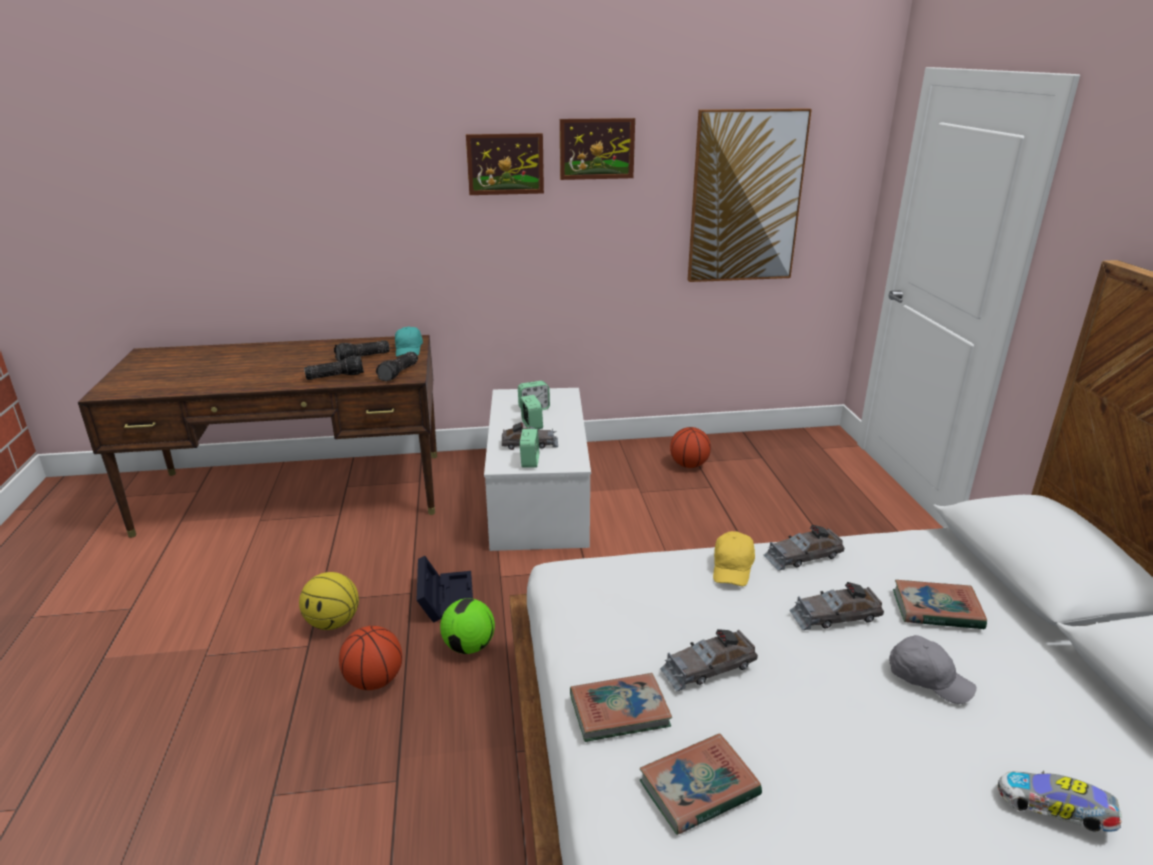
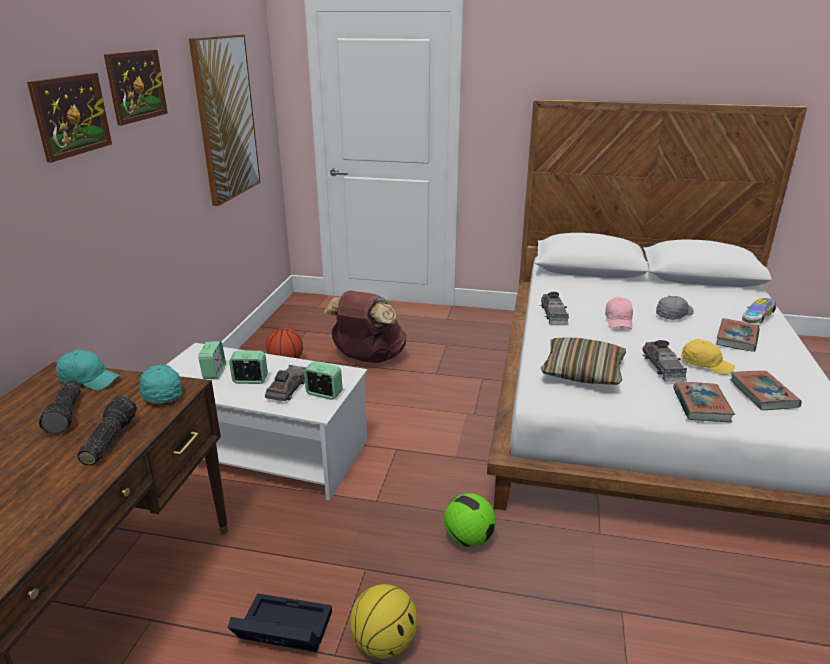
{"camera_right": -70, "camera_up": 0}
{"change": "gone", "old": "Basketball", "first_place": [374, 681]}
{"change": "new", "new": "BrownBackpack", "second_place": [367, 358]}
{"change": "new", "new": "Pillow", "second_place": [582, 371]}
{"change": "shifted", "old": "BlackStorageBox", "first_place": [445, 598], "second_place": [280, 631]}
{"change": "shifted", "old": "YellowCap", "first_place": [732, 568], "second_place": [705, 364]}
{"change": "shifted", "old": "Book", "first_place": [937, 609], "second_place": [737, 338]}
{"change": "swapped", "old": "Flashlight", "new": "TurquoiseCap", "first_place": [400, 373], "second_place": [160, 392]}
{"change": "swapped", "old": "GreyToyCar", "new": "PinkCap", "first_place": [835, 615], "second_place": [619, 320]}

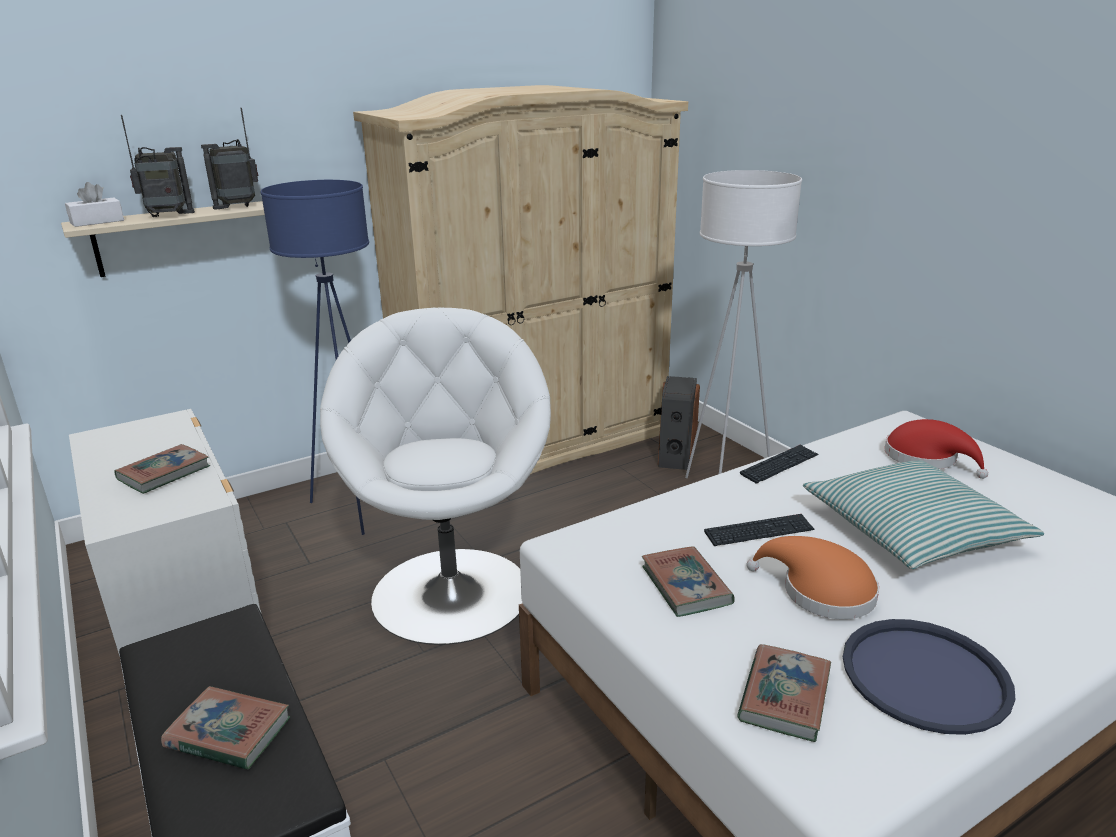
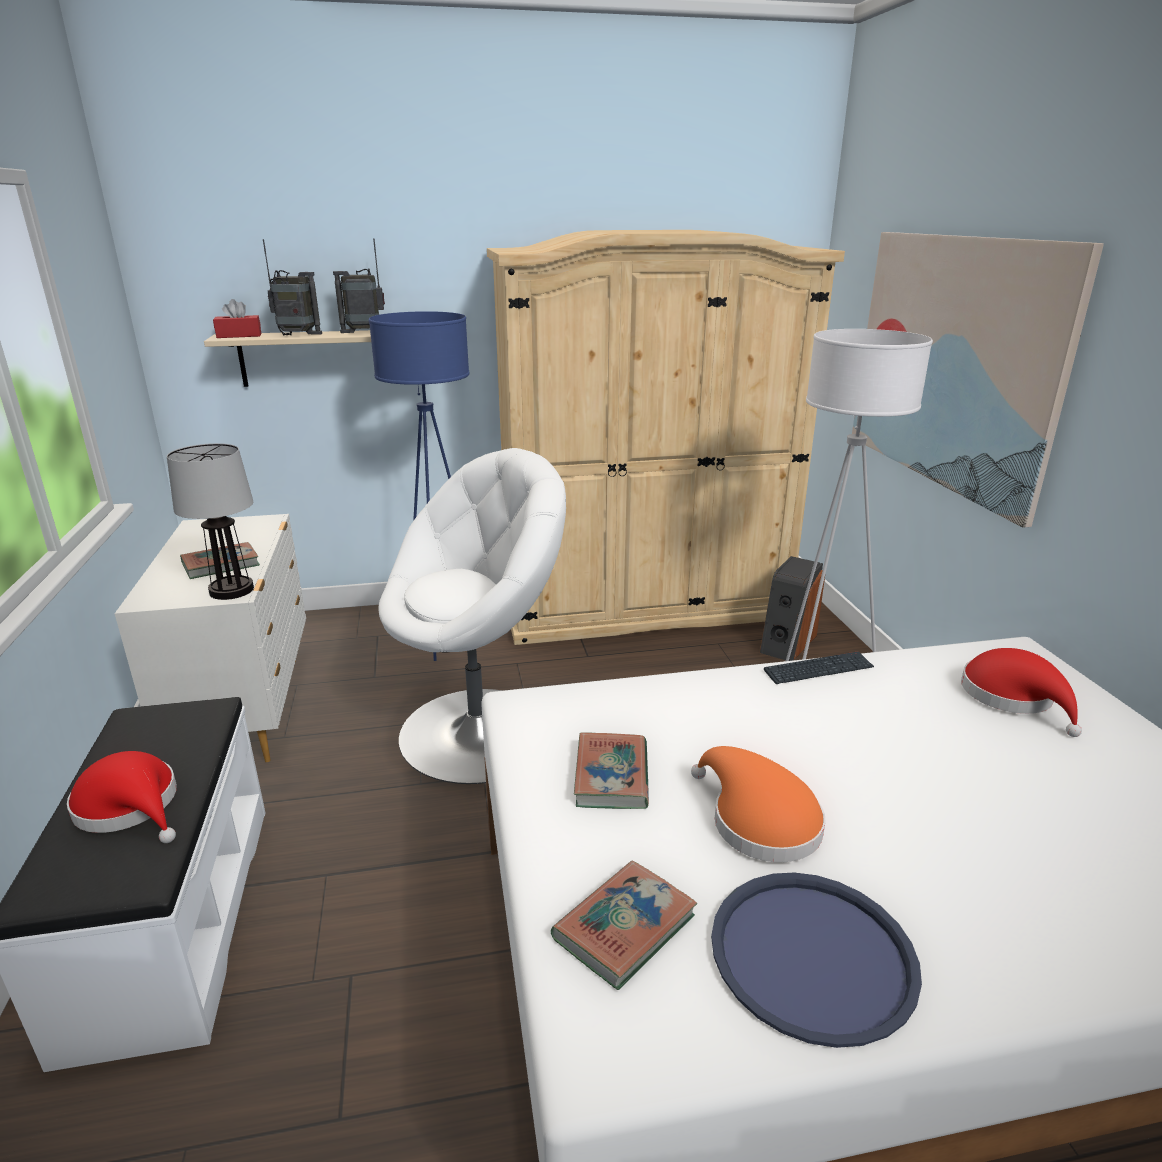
{"camera_right": 20, "camera_up": 0}
{"change": "gone", "old": "Keyboard", "first_place": [759, 532]}
{"change": "gone", "old": "Pillow", "first_place": [912, 530]}
{"change": "new", "new": "TableLamp", "second_place": [231, 590]}
{"change": "new", "new": "Picture", "second_place": [953, 363]}
{"change": "swapped", "old": "Book", "new": "RedHat", "first_place": [228, 733], "second_place": [131, 806]}
{"change": "repainted", "old": "WhiteTissueBox", "new": "RedTissueBox", "first_place": [97, 222], "second_place": [239, 335]}
{"change": "rotated", "old": "WhiteArmchair", "first_place": [452, 591], "second_place": [480, 732], "degrees": 45}

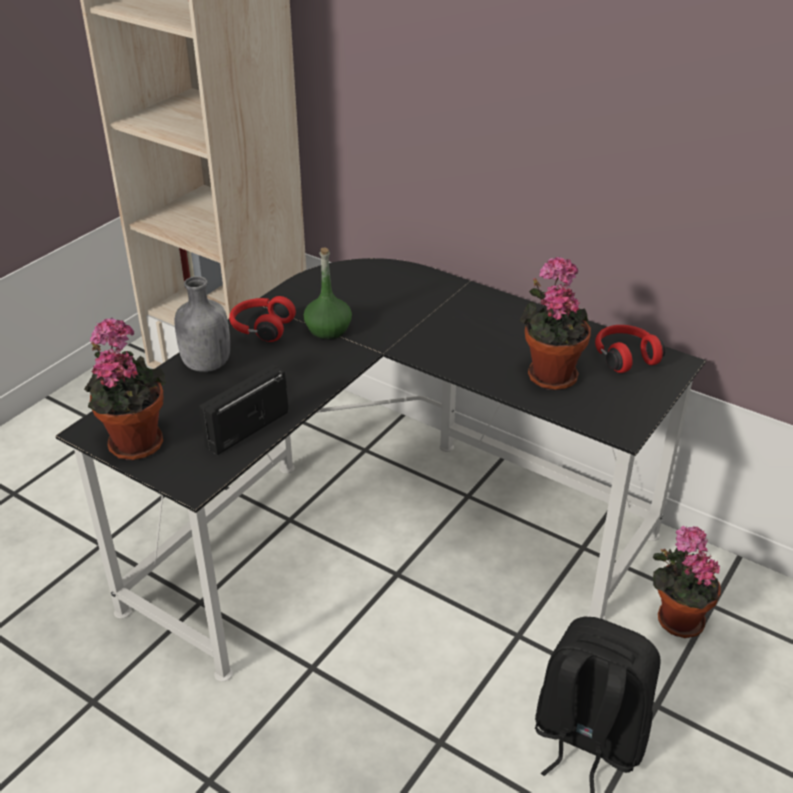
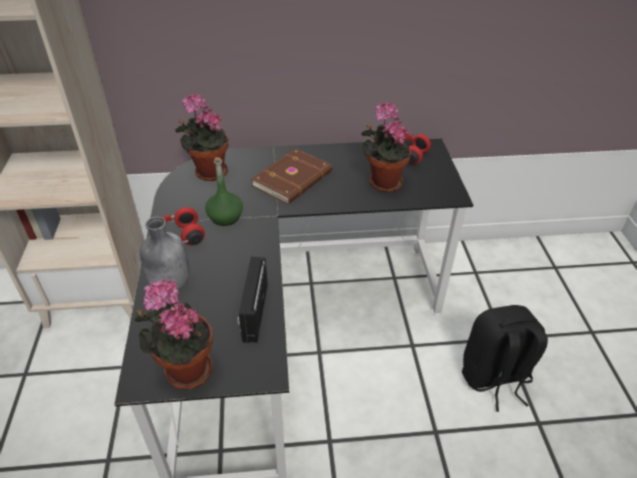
{"camera_right": -40, "camera_up": 5}
{"change": "new", "new": "BrownBook", "second_place": [294, 179]}
{"change": "shifted", "old": "PottedPlant", "first_place": [676, 619], "second_place": [208, 172]}

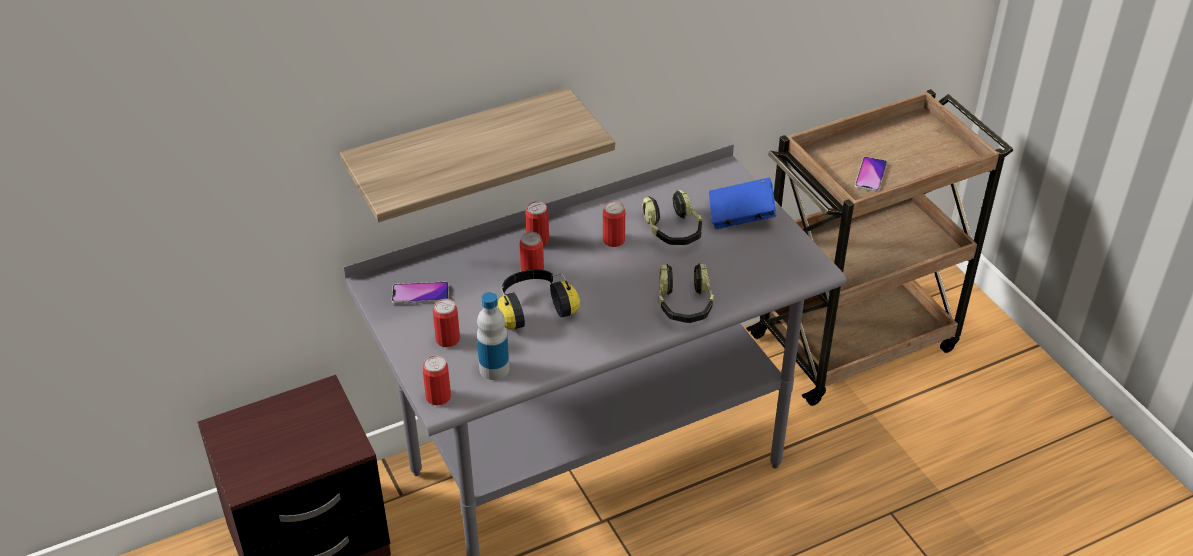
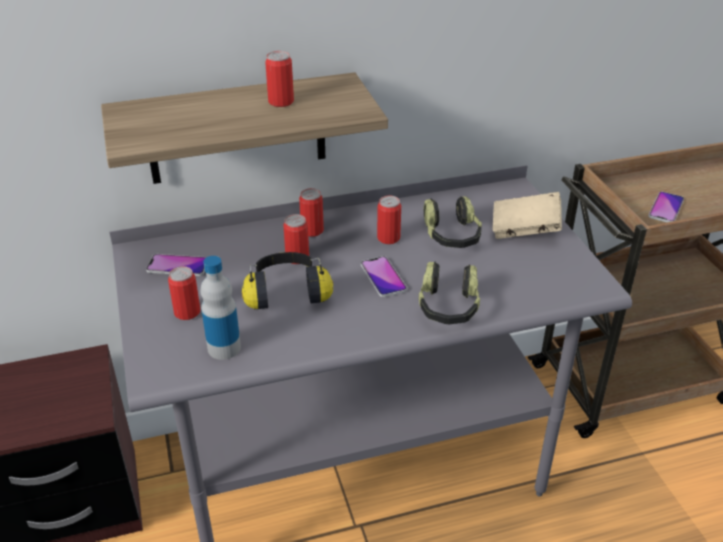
{"camera_right": 10, "camera_up": -5}
{"change": "new", "new": "Phone", "second_place": [383, 277]}
{"change": "shifted", "old": "Can", "first_place": [438, 397], "second_place": [281, 102]}
{"change": "repainted", "old": "BlueBook", "new": "BeigeBook", "first_place": [741, 216], "second_place": [524, 230]}

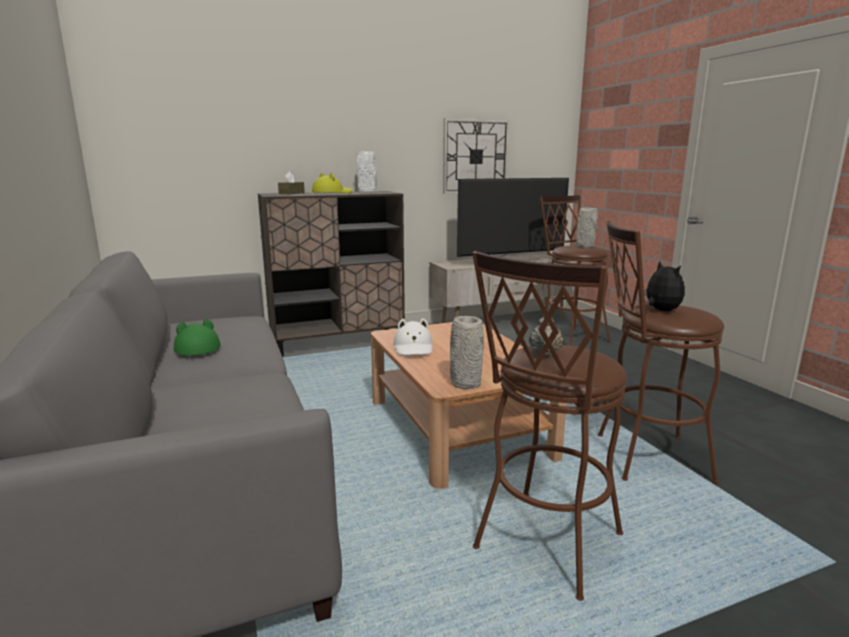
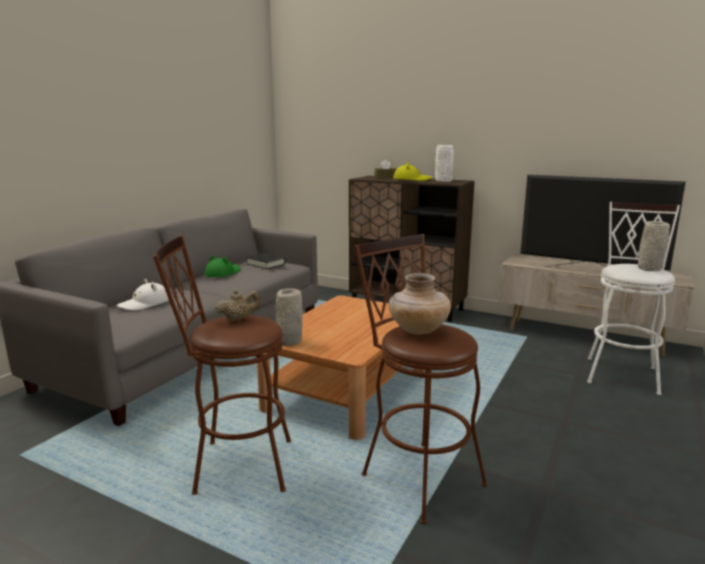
{"camera_right": 50, "camera_up": 0}
{"change": "gone", "old": "WallClock", "first_place": [475, 156]}
{"change": "new", "new": "BlackBook", "second_place": [266, 264]}
{"change": "shifted", "old": "WhiteHat", "first_place": [413, 347], "second_place": [145, 304]}
{"change": "swapped", "old": "PlushToy", "new": "BeigeVase", "first_place": [660, 311], "second_place": [418, 330]}
{"change": "repainted", "old": "BrownStool", "new": "WhiteStool", "first_place": [568, 336], "second_place": [621, 372]}

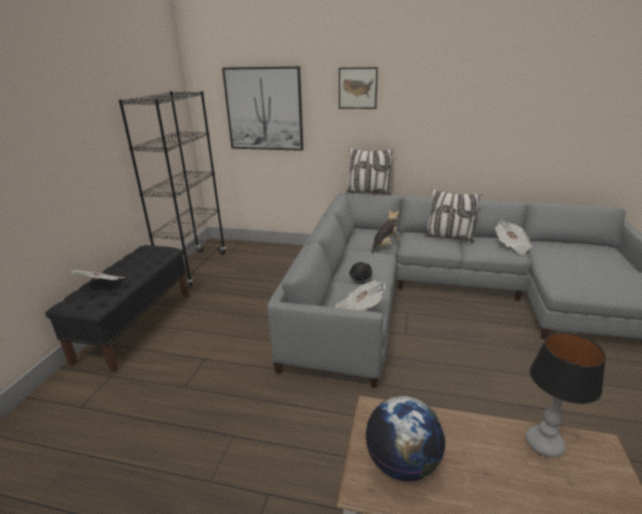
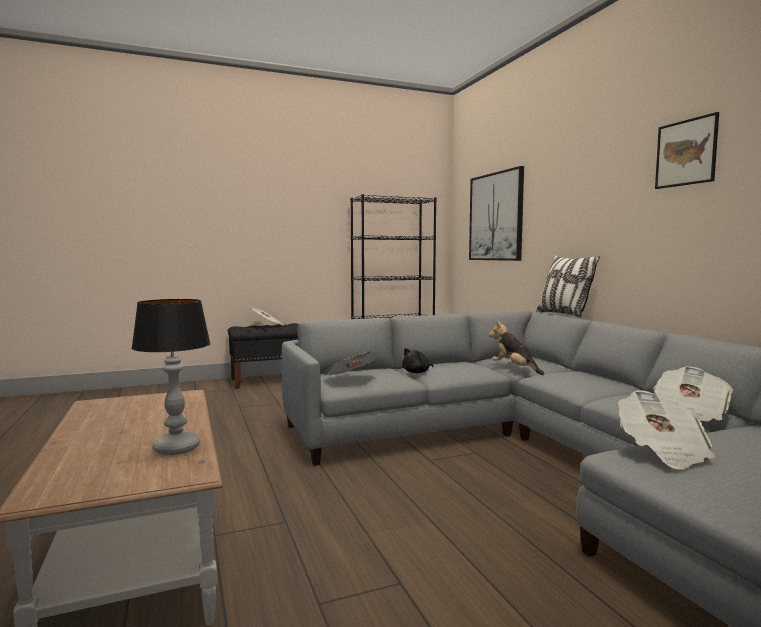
{"camera_right": 55, "camera_up": -20}
{"change": "gone", "old": "Globe", "first_place": [402, 463]}
{"change": "gone", "old": "Pillow", "first_place": [449, 237]}
{"change": "new", "new": "Newspaper", "second_place": [662, 451]}
{"change": "shifted", "old": "Picture", "first_place": [357, 88], "second_place": [686, 153]}
{"change": "rotated", "old": "PlushToy", "first_place": [385, 246], "second_place": [514, 369], "degrees": -135}

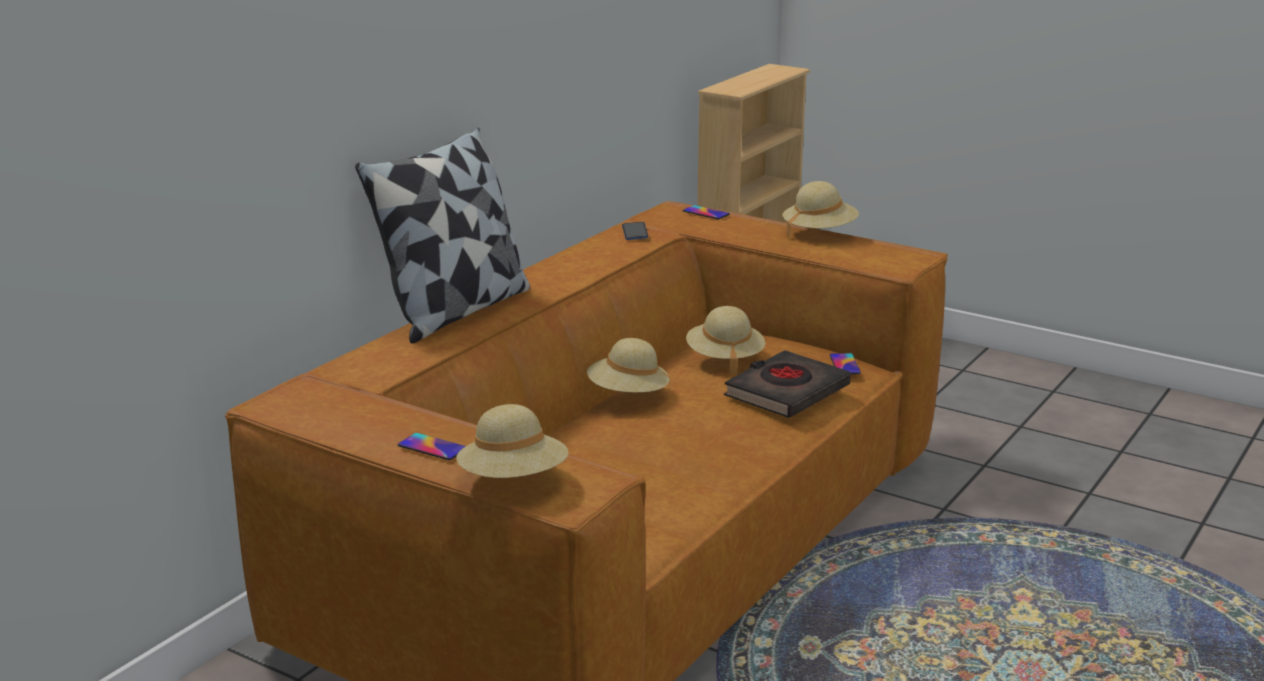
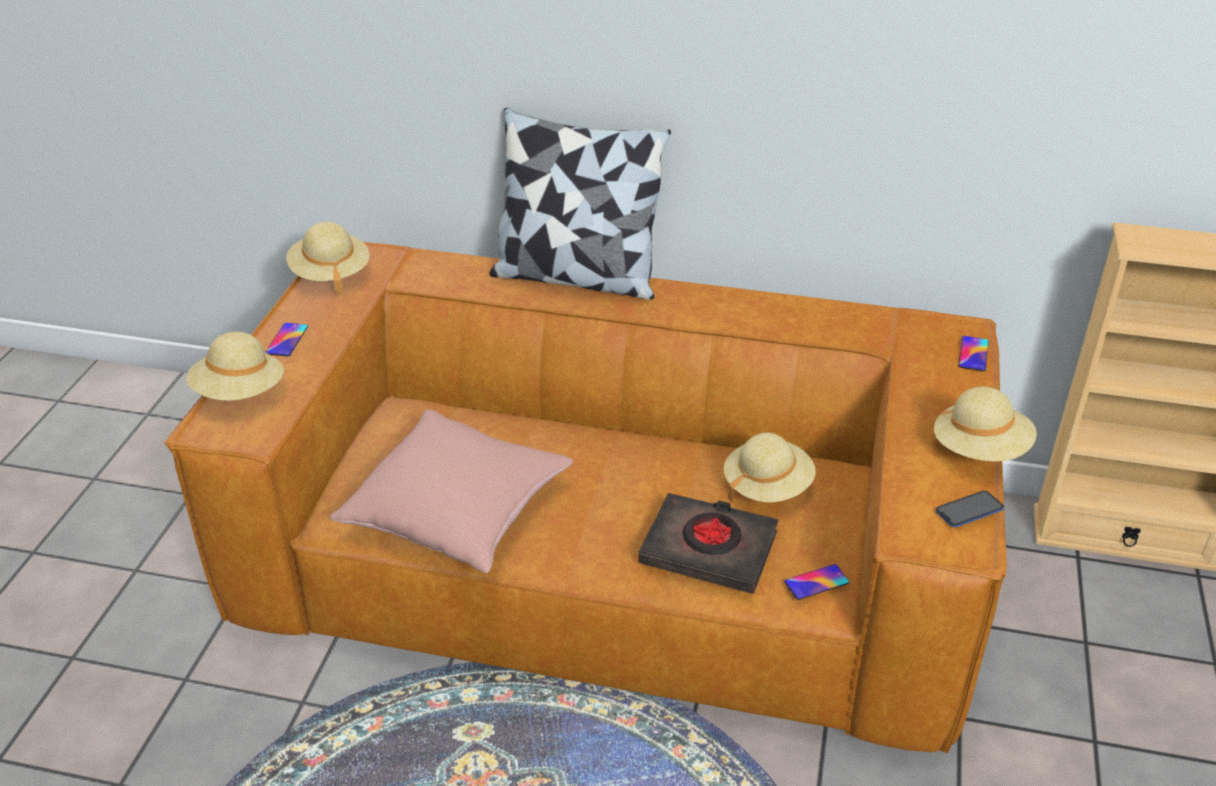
{"camera_right": 70, "camera_up": 15}
{"change": "new", "new": "PinkPillow", "second_place": [457, 511]}
{"change": "shifted", "old": "BeigeHat", "first_place": [628, 394], "second_place": [330, 274]}
{"change": "shifted", "old": "Phone", "first_place": [635, 232], "second_place": [969, 510]}

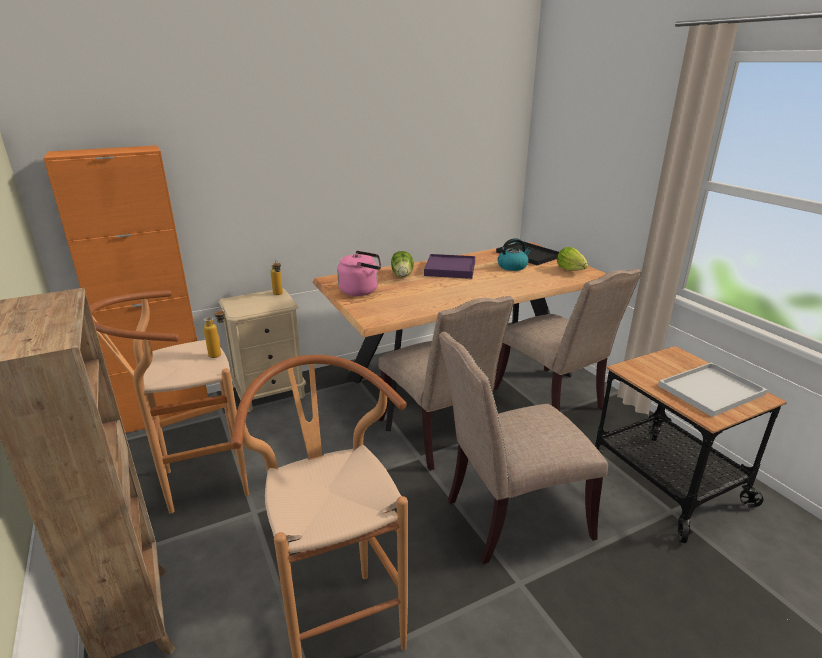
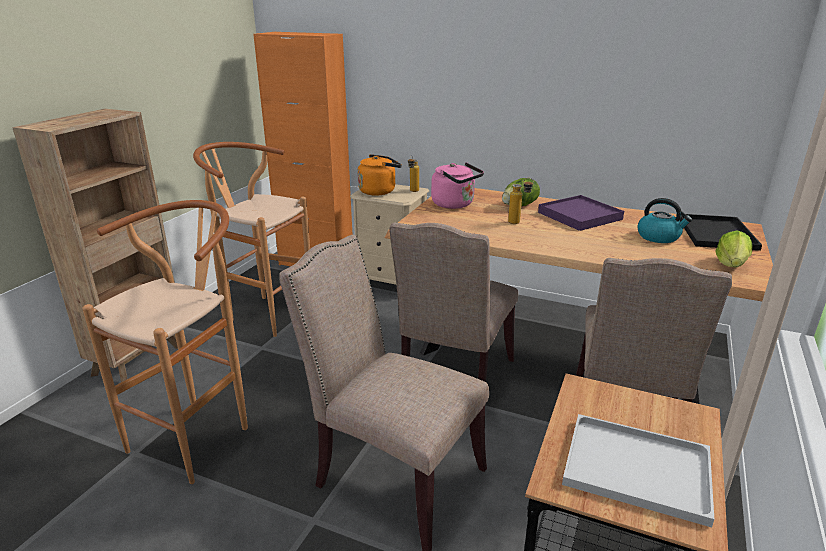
{"camera_right": 50, "camera_up": 0}
{"change": "new", "new": "OrangeKettle", "second_place": [379, 191]}
{"change": "shifted", "old": "Bottle", "first_place": [220, 354], "second_place": [518, 223]}

